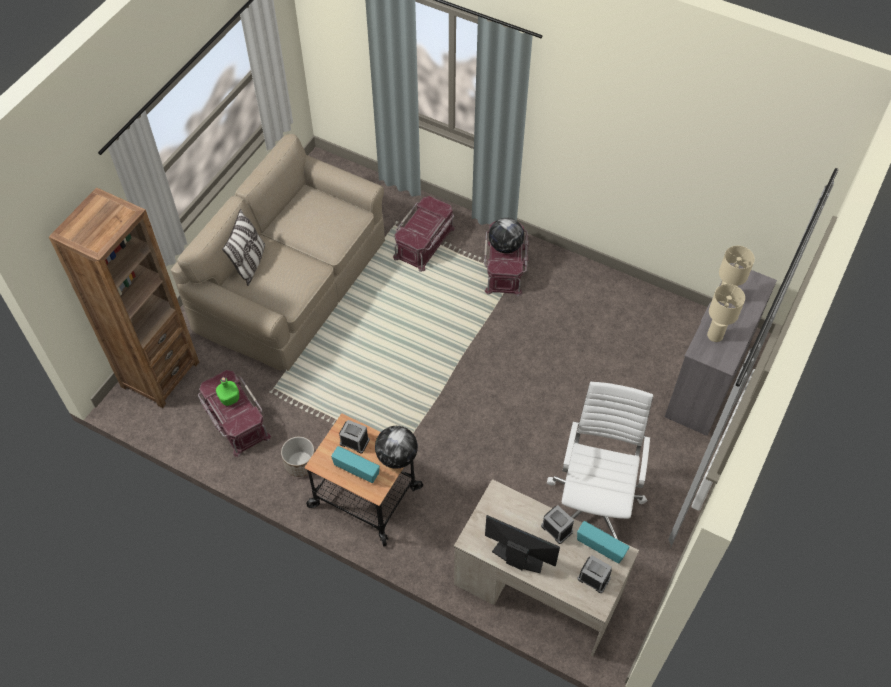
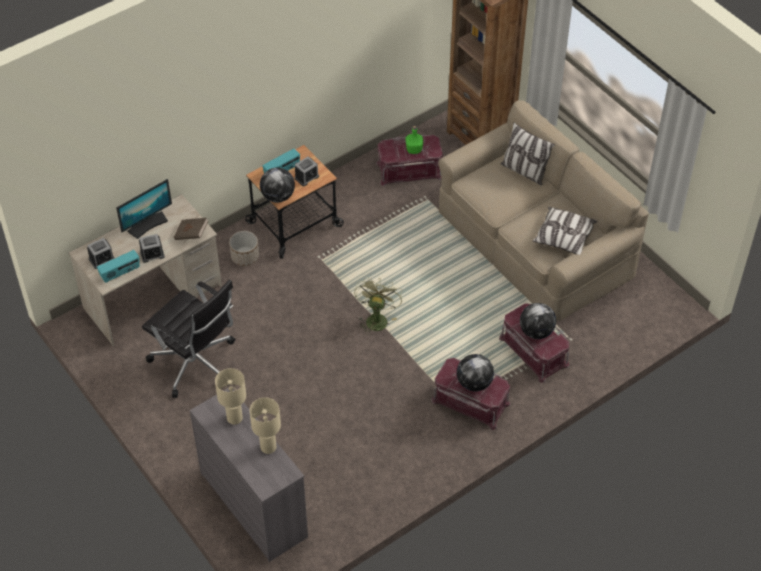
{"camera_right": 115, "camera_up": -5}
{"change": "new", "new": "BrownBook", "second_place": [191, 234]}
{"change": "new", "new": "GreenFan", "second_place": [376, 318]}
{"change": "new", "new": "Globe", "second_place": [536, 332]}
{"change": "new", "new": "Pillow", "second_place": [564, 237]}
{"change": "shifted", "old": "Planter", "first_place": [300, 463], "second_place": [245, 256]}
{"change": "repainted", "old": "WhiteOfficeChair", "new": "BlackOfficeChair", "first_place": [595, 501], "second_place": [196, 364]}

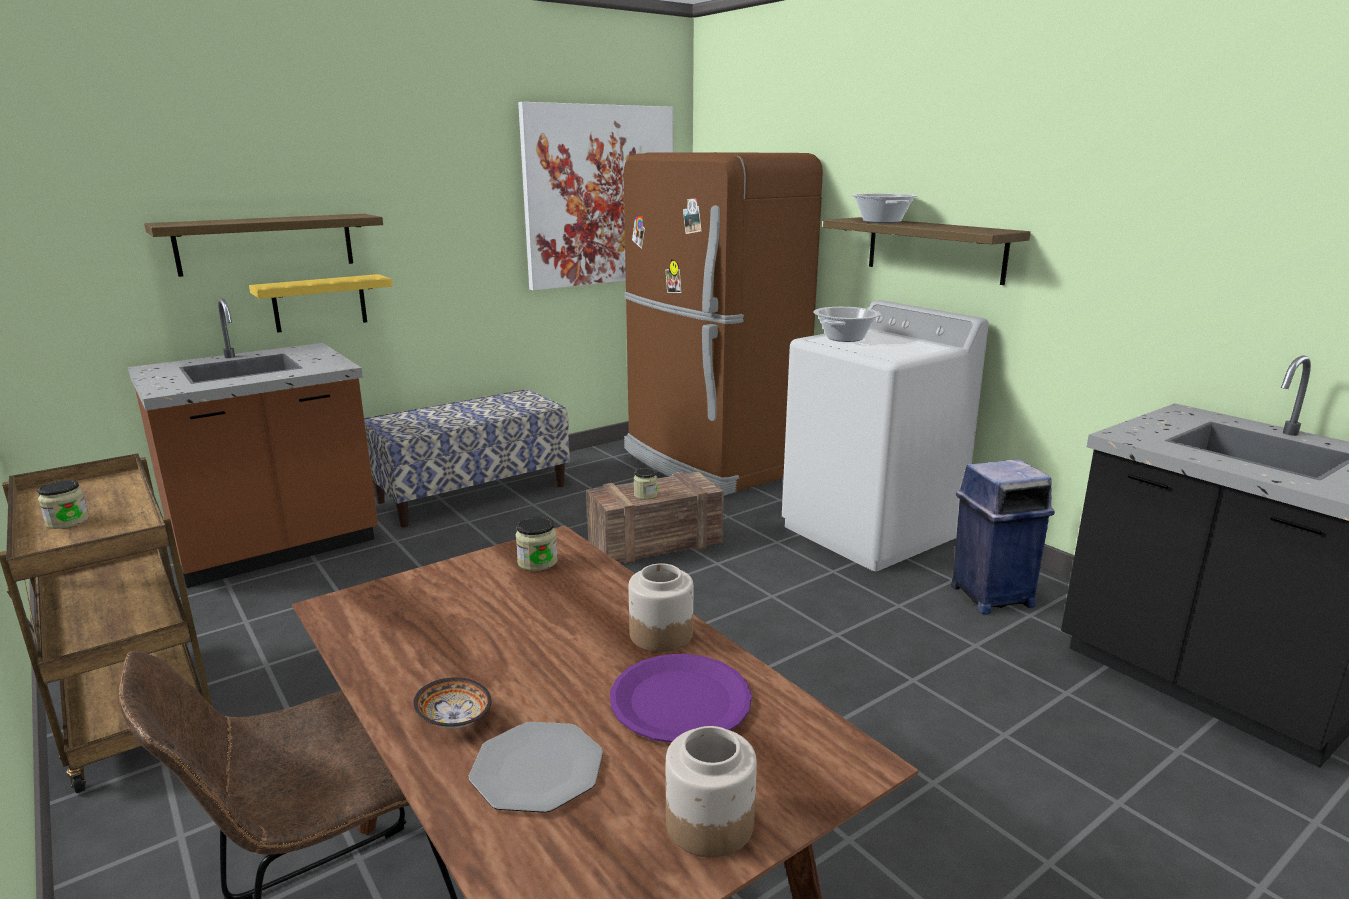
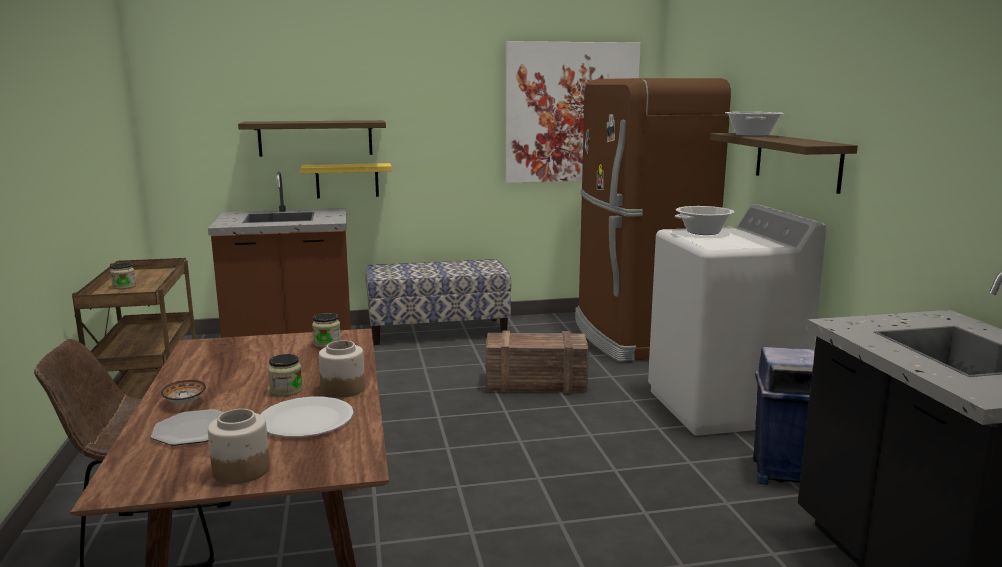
{"camera_right": 25, "camera_up": -5}
{"change": "shifted", "old": "Jar", "first_place": [645, 495], "second_place": [286, 390]}
{"change": "repainted", "old": "PurplePlate", "new": "WhitePlate", "first_place": [680, 701], "second_place": [306, 420]}

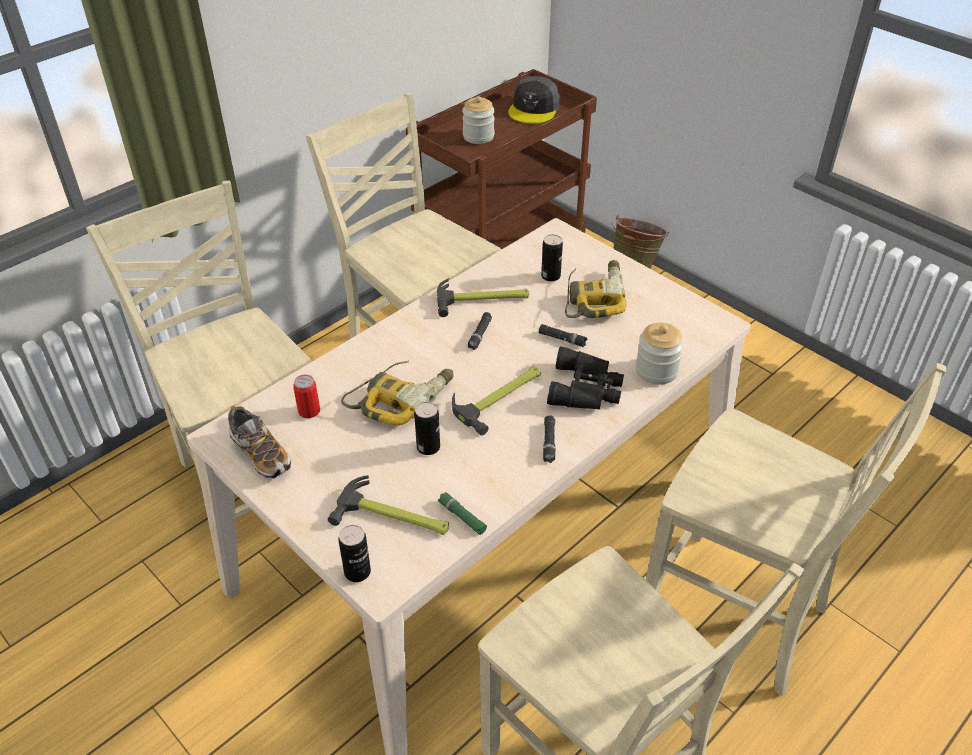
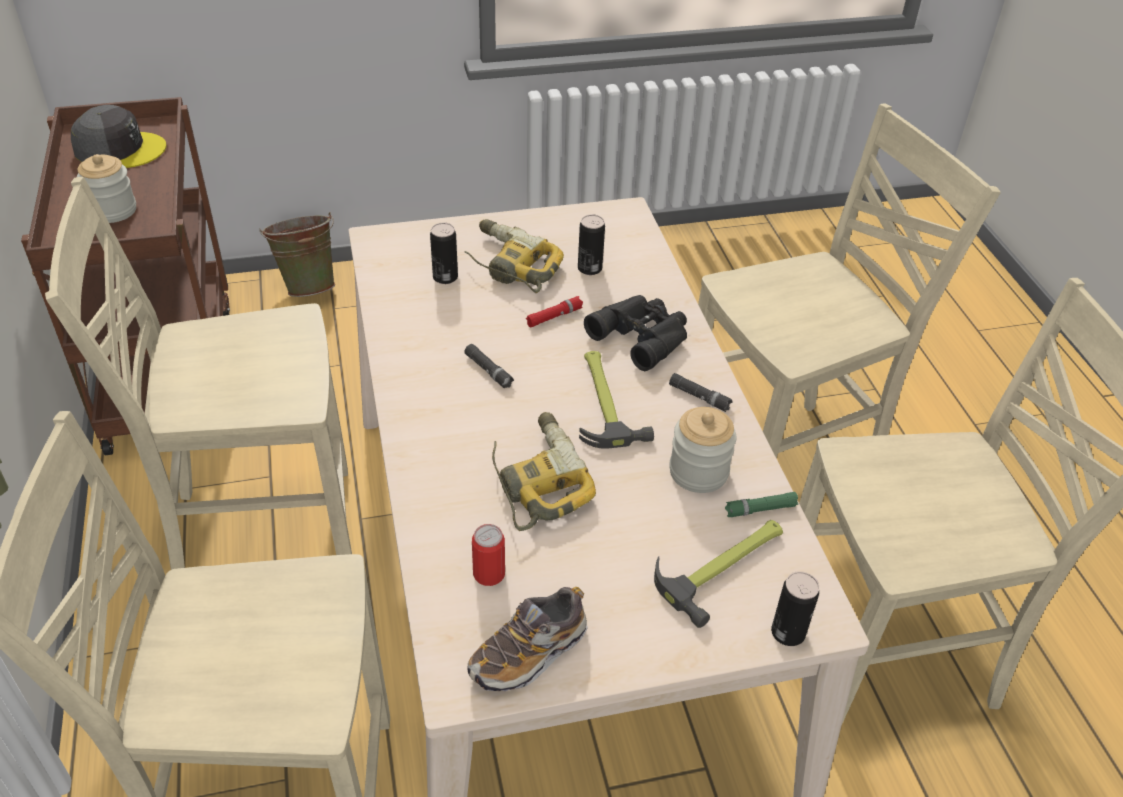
{"camera_right": -60, "camera_up": 0}
{"change": "gone", "old": "Hammer", "first_place": [483, 299]}
{"change": "shifted", "old": "Can", "first_place": [428, 447], "second_place": [589, 268]}
{"change": "shifted", "old": "Jar", "first_place": [656, 370], "second_place": [698, 472]}
{"change": "repainted", "old": "BlackFlashlight", "new": "RedFlashlight", "first_place": [562, 339], "second_place": [554, 316]}
{"change": "rotated", "old": "Shoe", "first_place": [261, 454], "second_place": [529, 653], "degrees": 150}
{"change": "rotated", "old": "GreyCap", "first_place": [534, 108], "second_place": [119, 148], "degrees": -45}

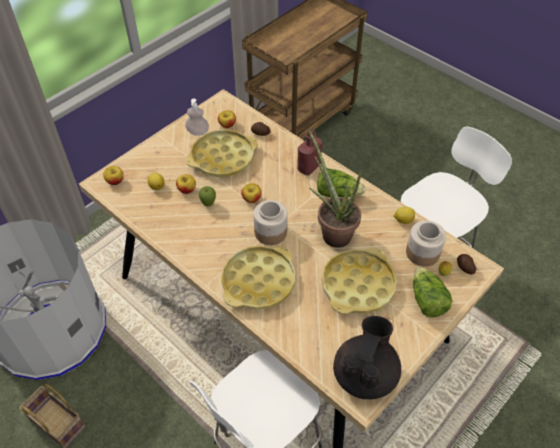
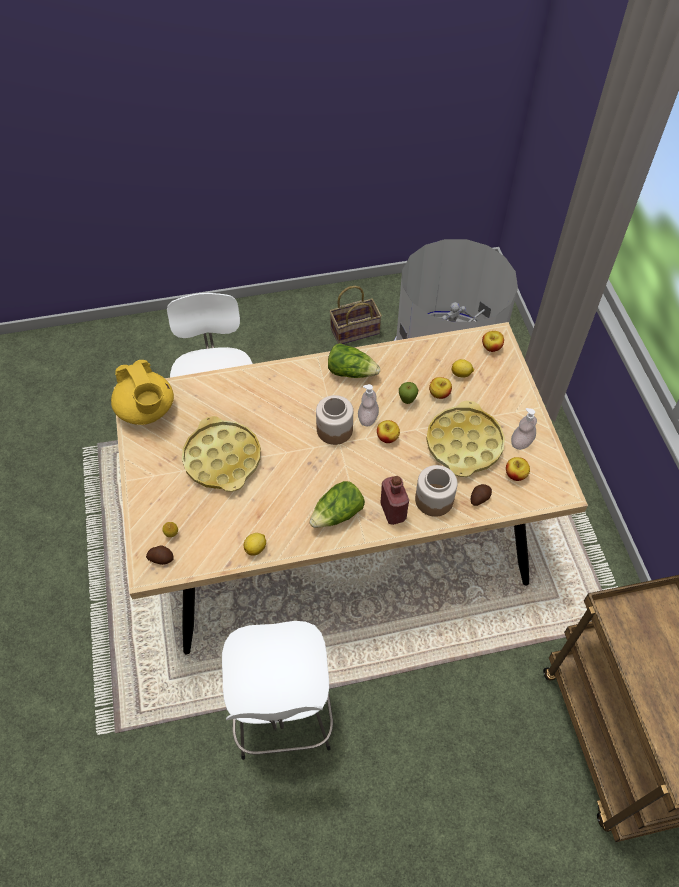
{"camera_right": 125, "camera_up": 5}
{"change": "gone", "old": "YellowTray", "first_place": [258, 281]}
{"change": "gone", "old": "PottedPlant", "first_place": [332, 231]}
{"change": "new", "new": "SoapDispenser", "second_place": [368, 418]}
{"change": "shifted", "old": "Jar", "first_place": [422, 253], "second_place": [434, 499]}
{"change": "shifted", "old": "Lettuce", "first_place": [426, 300], "second_place": [351, 371]}
{"change": "repainted", "old": "BlackTeapot", "new": "YellowTeapot", "first_place": [365, 375], "second_place": [147, 411]}

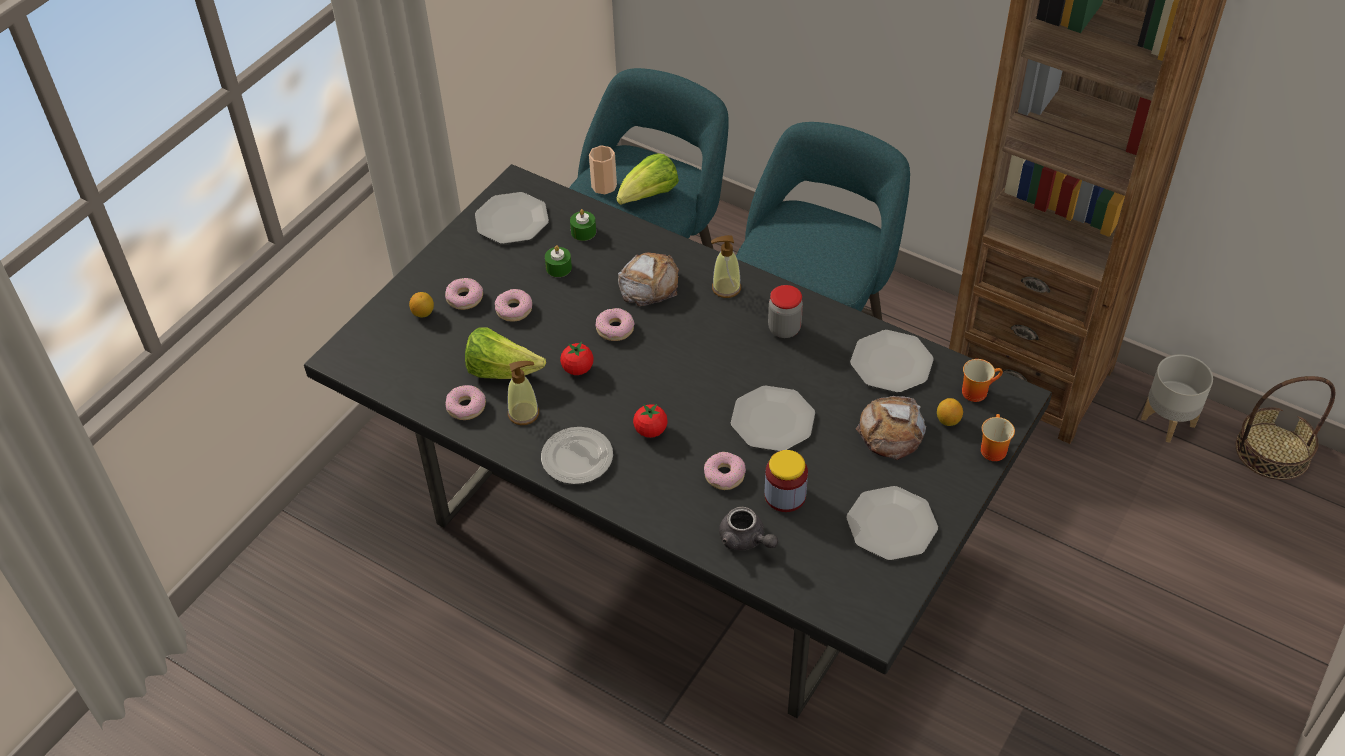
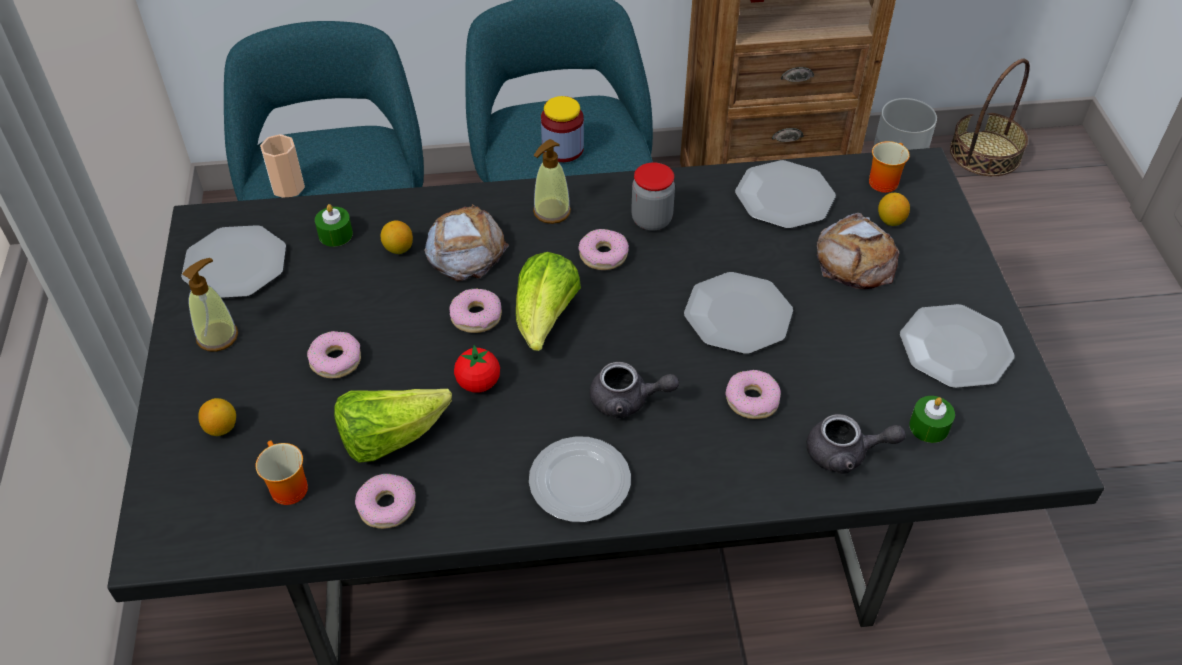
{"camera_right": -40, "camera_up": 0}
{"change": "new", "new": "Lemon", "second_place": [398, 249]}
{"change": "shifted", "old": "Donut", "first_place": [464, 298], "second_place": [603, 255]}
{"change": "shifted", "old": "SoapDispenser", "first_place": [524, 413], "second_place": [218, 336]}
{"change": "shifted", "old": "GreenCandle", "first_place": [558, 268], "second_place": [929, 426]}
{"change": "shifted", "old": "Lettuce", "first_place": [649, 196], "second_place": [545, 320]}
{"change": "shifted", "old": "Jar", "first_place": [785, 495], "second_place": [562, 149]}
{"change": "shifted", "old": "Mug", "first_place": [991, 448], "second_place": [285, 487]}
{"change": "swapped", "old": "Tomato", "new": "GreyTeapot", "first_place": [650, 430], "second_place": [627, 401]}

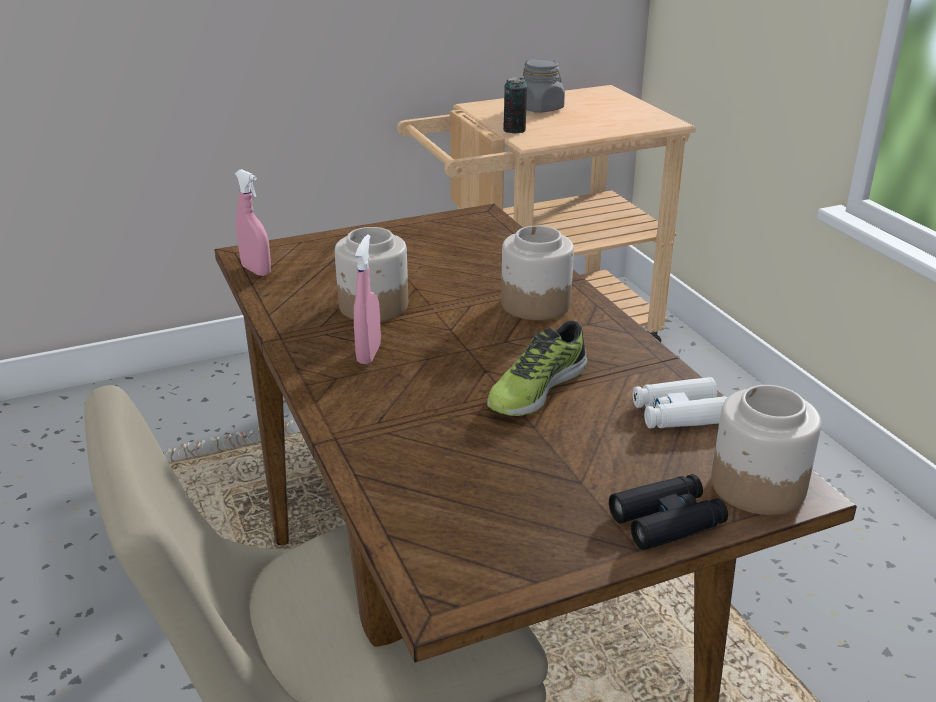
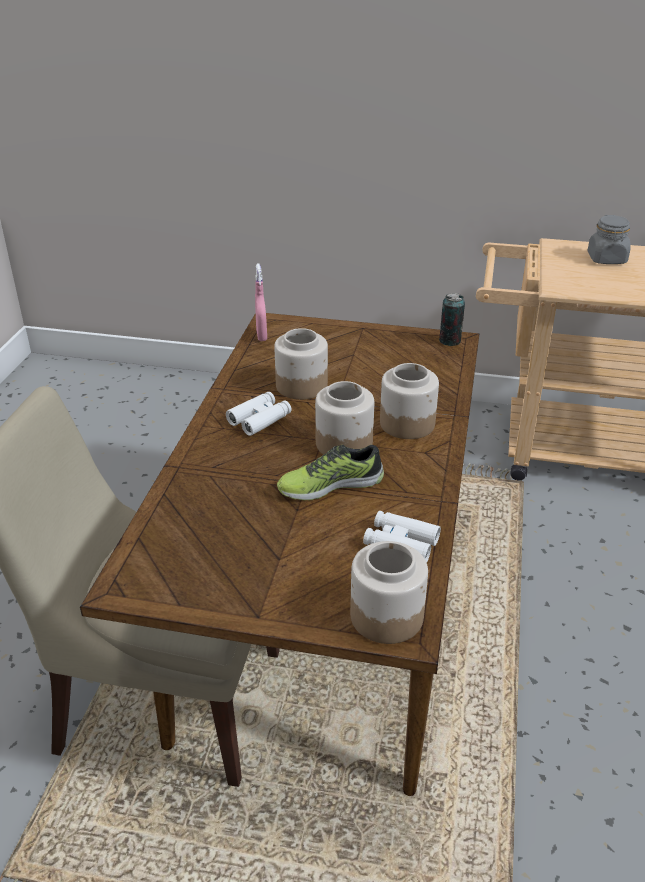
{"camera_right": 35, "camera_up": 5}
{"change": "gone", "old": "BlackBinoculars", "first_place": [667, 521]}
{"change": "new", "new": "Jar", "second_place": [344, 443]}
{"change": "shifted", "old": "Can", "first_place": [514, 130], "second_place": [450, 341]}
{"change": "swapped", "old": "PinkSprayBottle", "new": "WhiteBinoculars", "first_place": [369, 354], "second_place": [259, 419]}

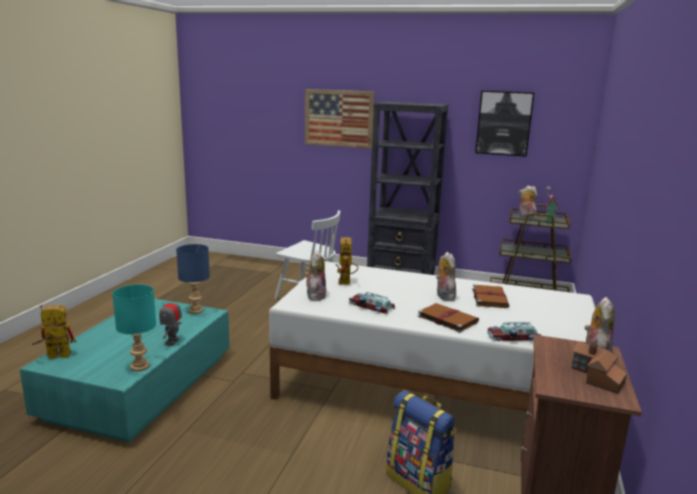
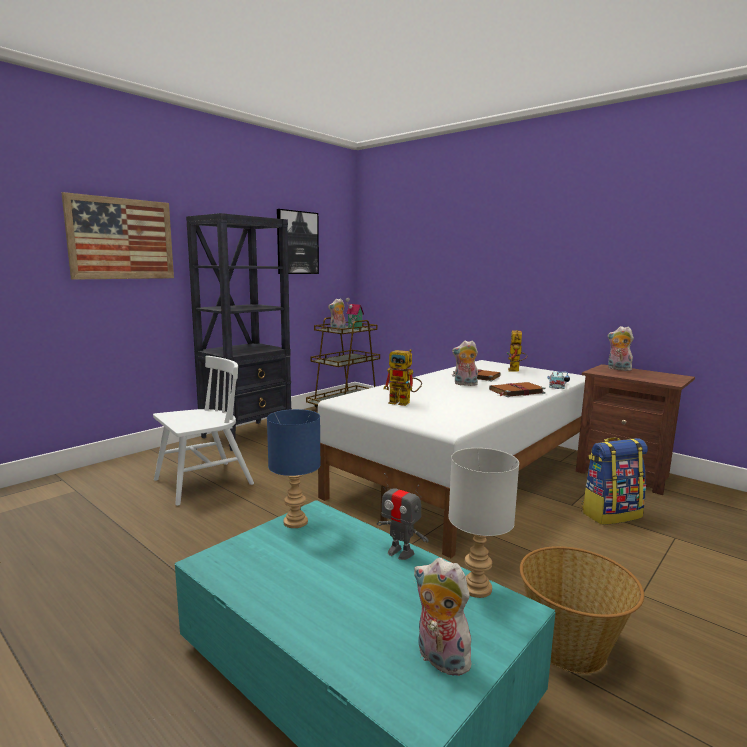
{"camera_right": -65, "camera_up": -5}
{"change": "gone", "old": "ToyCar", "first_place": [371, 307]}
{"change": "gone", "old": "ToyHouse", "first_place": [596, 377]}
{"change": "new", "new": "Basket", "second_place": [571, 648]}
{"change": "shifted", "old": "ToyRobot", "first_place": [53, 356], "second_place": [515, 371]}
{"change": "shifted", "old": "PlushToy", "first_place": [315, 296], "second_place": [439, 659]}
{"change": "repainted", "old": "TurquoiseTableLamp", "new": "GreyTableLamp", "first_place": [140, 366], "second_place": [476, 587]}

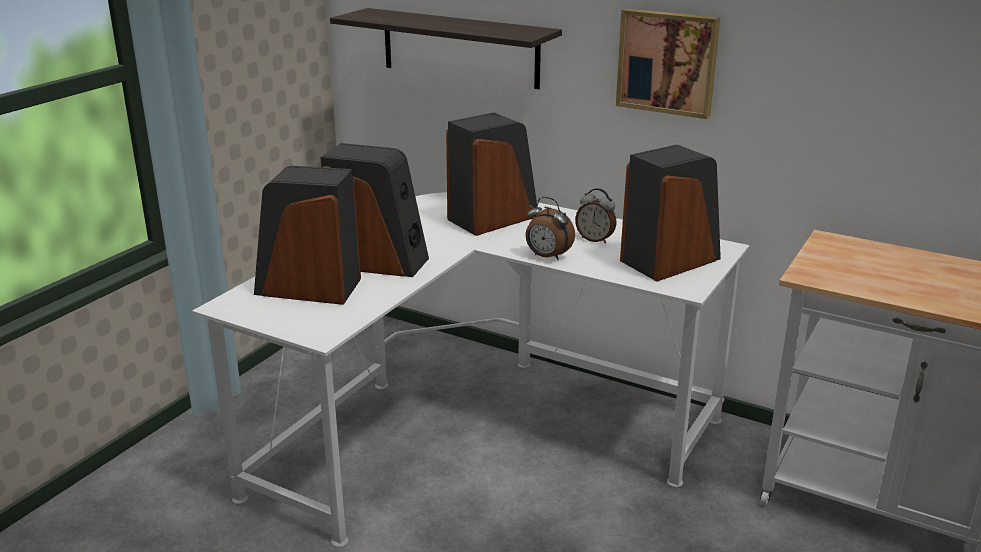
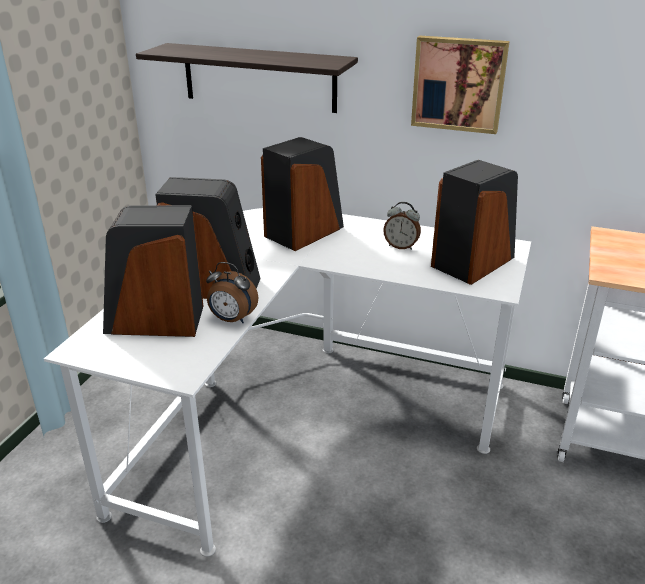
{"camera_right": -10, "camera_up": 5}
{"change": "shifted", "old": "AlarmClock", "first_place": [547, 257], "second_place": [232, 320]}

